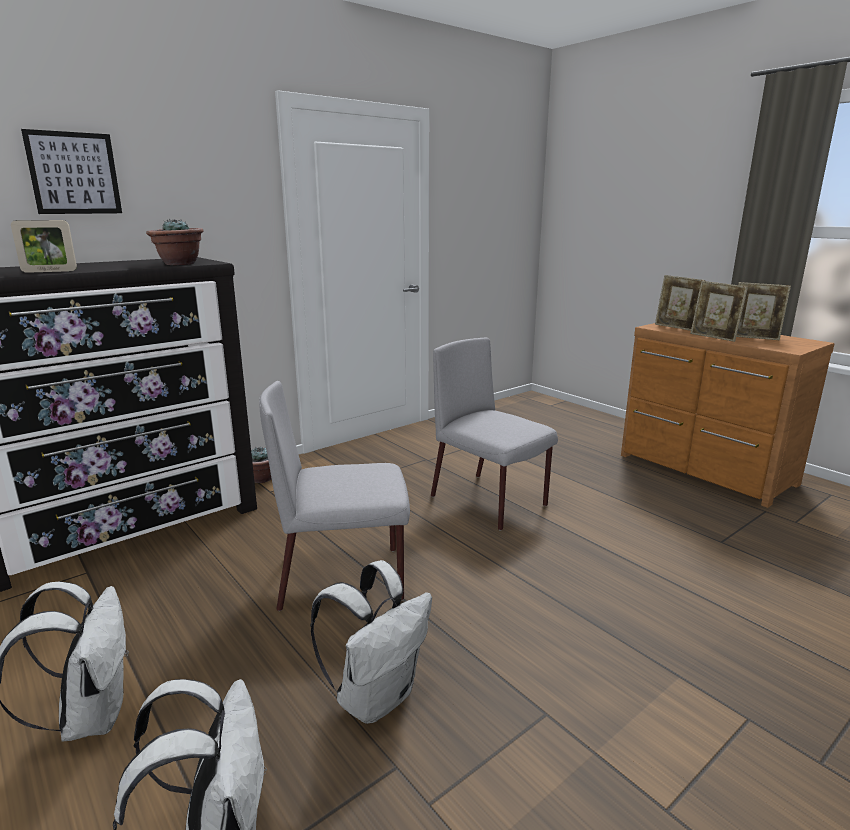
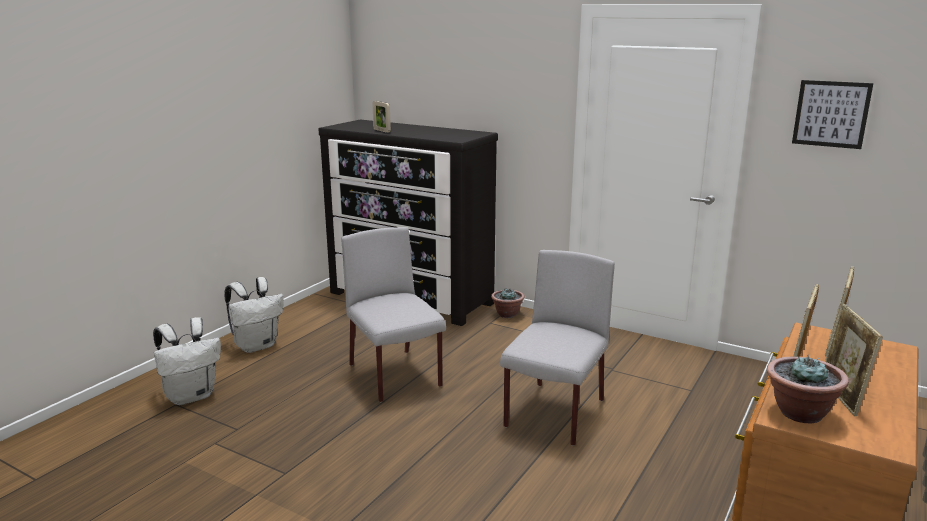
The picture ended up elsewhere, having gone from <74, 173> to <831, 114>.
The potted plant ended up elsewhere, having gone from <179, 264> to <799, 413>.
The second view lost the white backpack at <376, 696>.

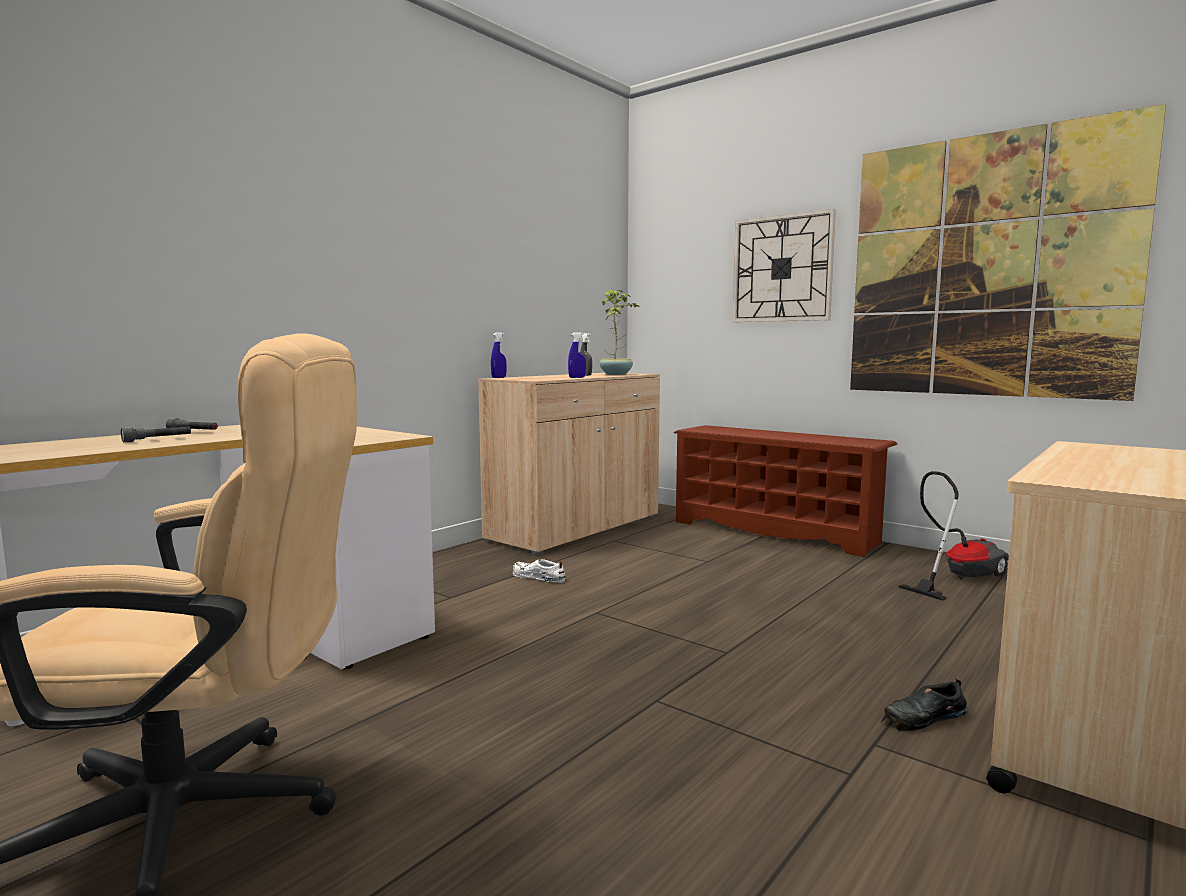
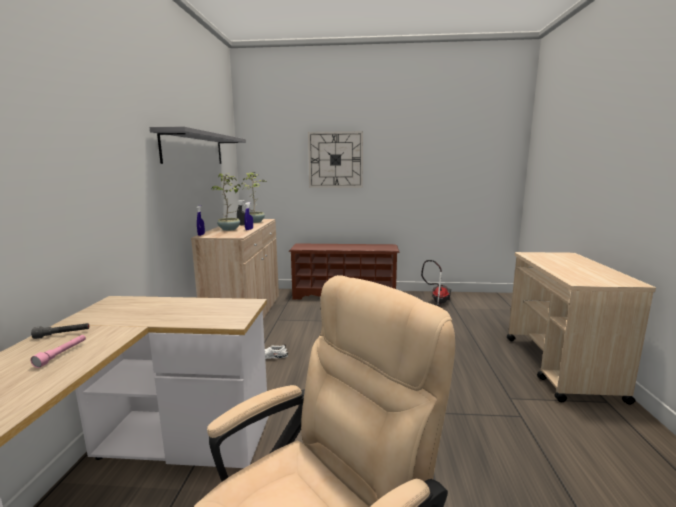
The second view lost the picture at <986, 267>.
What was the grey flashlight at <157, 440> turned into the pink flashlight at <62, 354>.
The second view lost the black shoe at <923, 717>.
The second view gained the grey shelf at <194, 149>.
The second view gained the potted plant at <230, 229>.

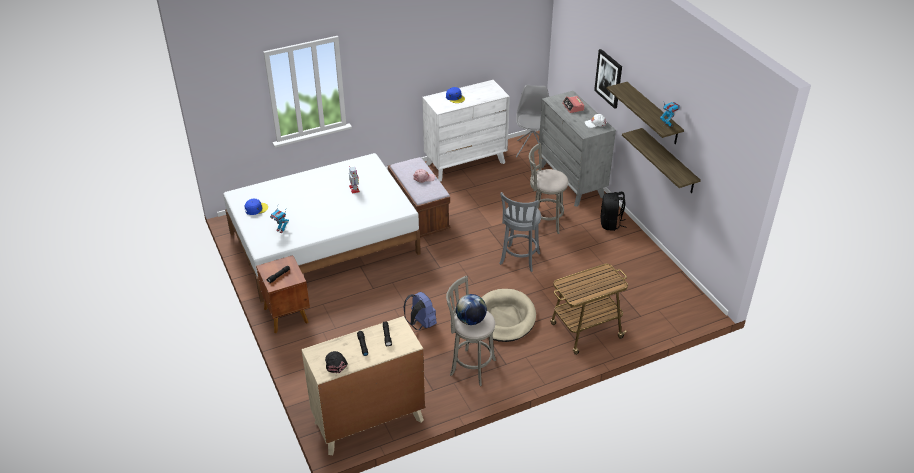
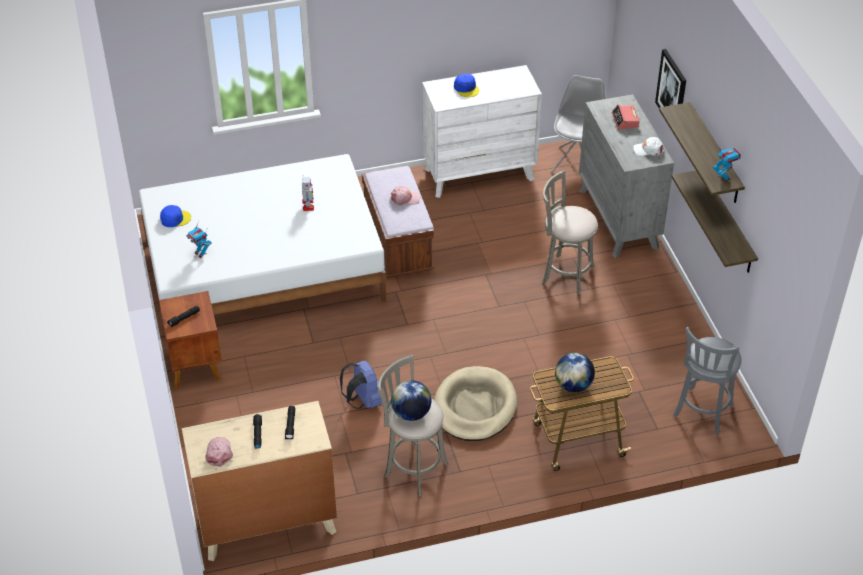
The grey stool ended up elsewhere, having gone from <519, 260> to <701, 413>.
The second view lost the black backpack at <610, 224>.
What was the black cap at <335, 363> turned into the pink cap at <219, 453>.
The second view gained the globe at <573, 385>.

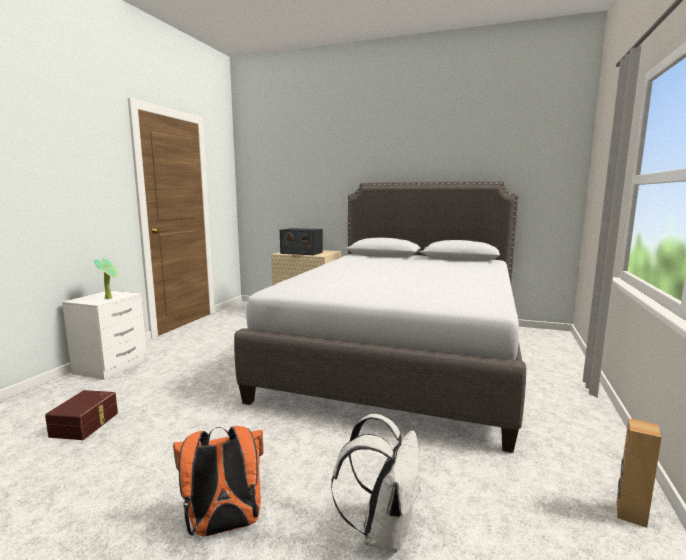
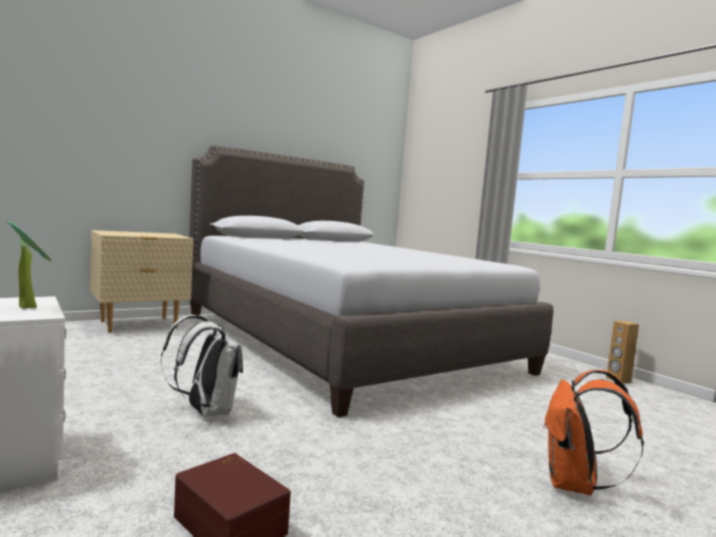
The second view lost the radio at <301, 253>.
The white backpack ended up elsewhere, having gone from <383, 530> to <205, 411>.

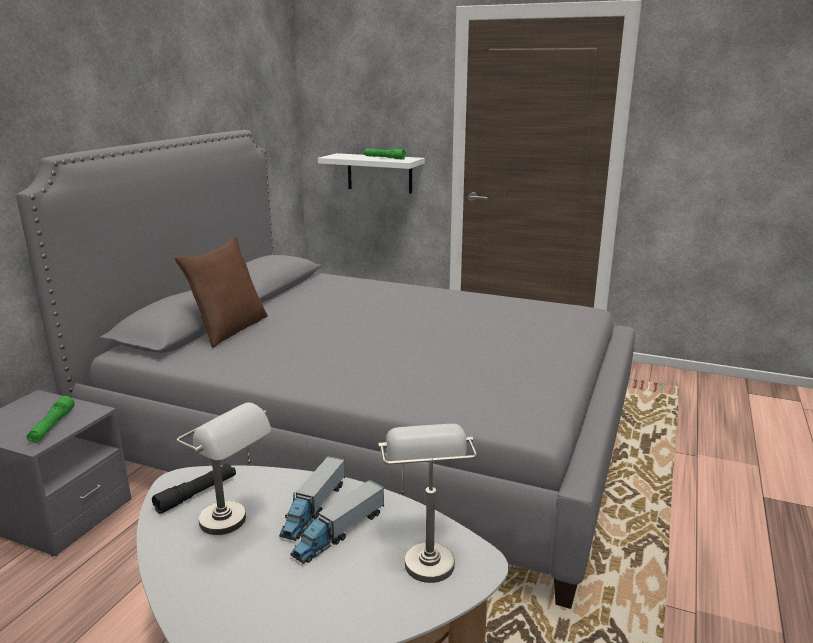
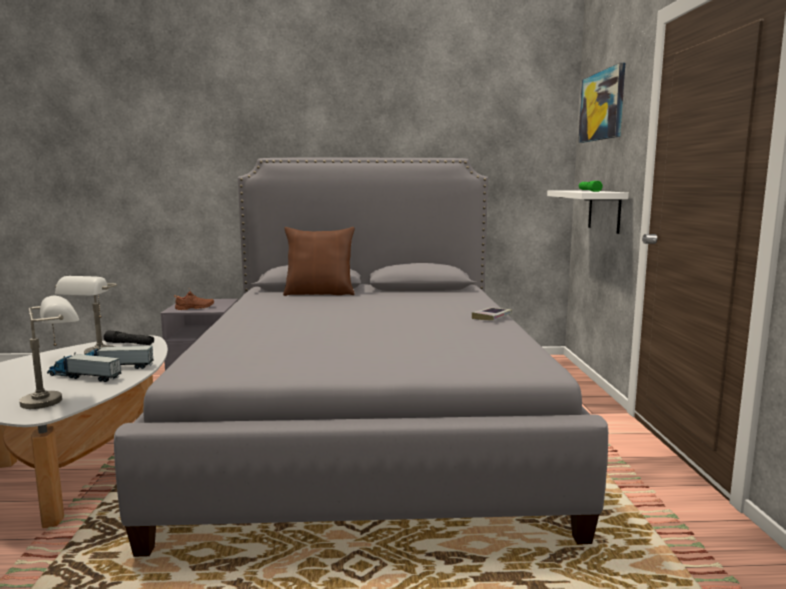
Where the green flashlight stood at <52, 426>, the brown shoe came to stand at <195, 308>.
The second view gained the picture at <602, 106>.
The second view gained the book at <492, 317>.

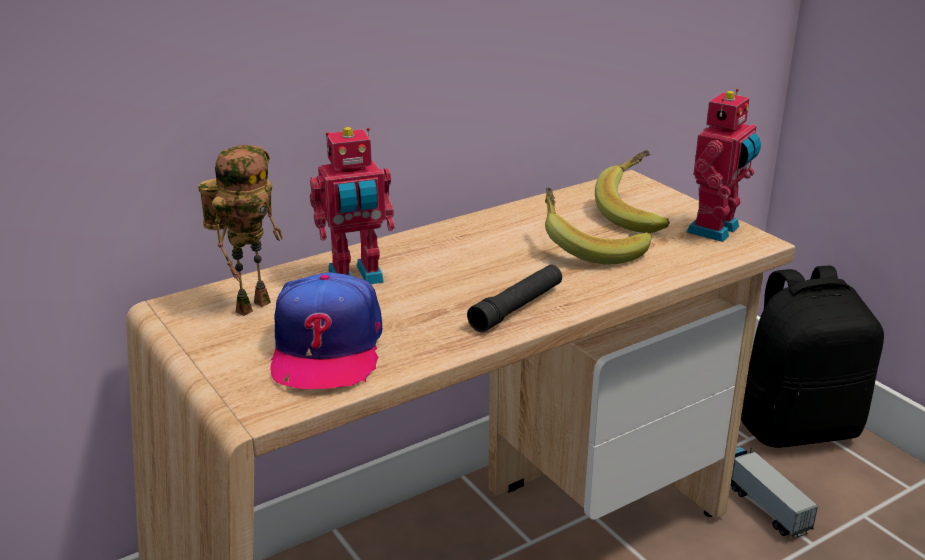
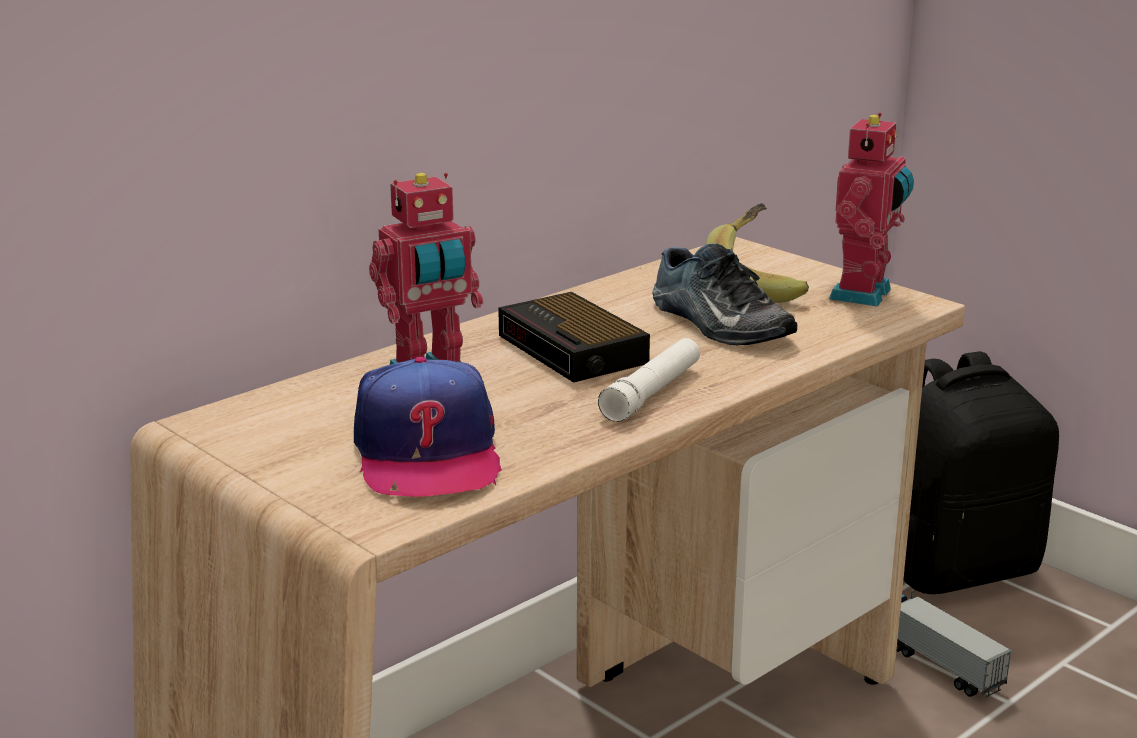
The second view lost the toy robot at <252, 304>.
Where the banana stood at <590, 248>, the shoe came to stand at <717, 324>.
What was the black flashlight at <517, 307> turned into the white flashlight at <652, 393>.
The second view gained the alarm clock at <574, 350>.

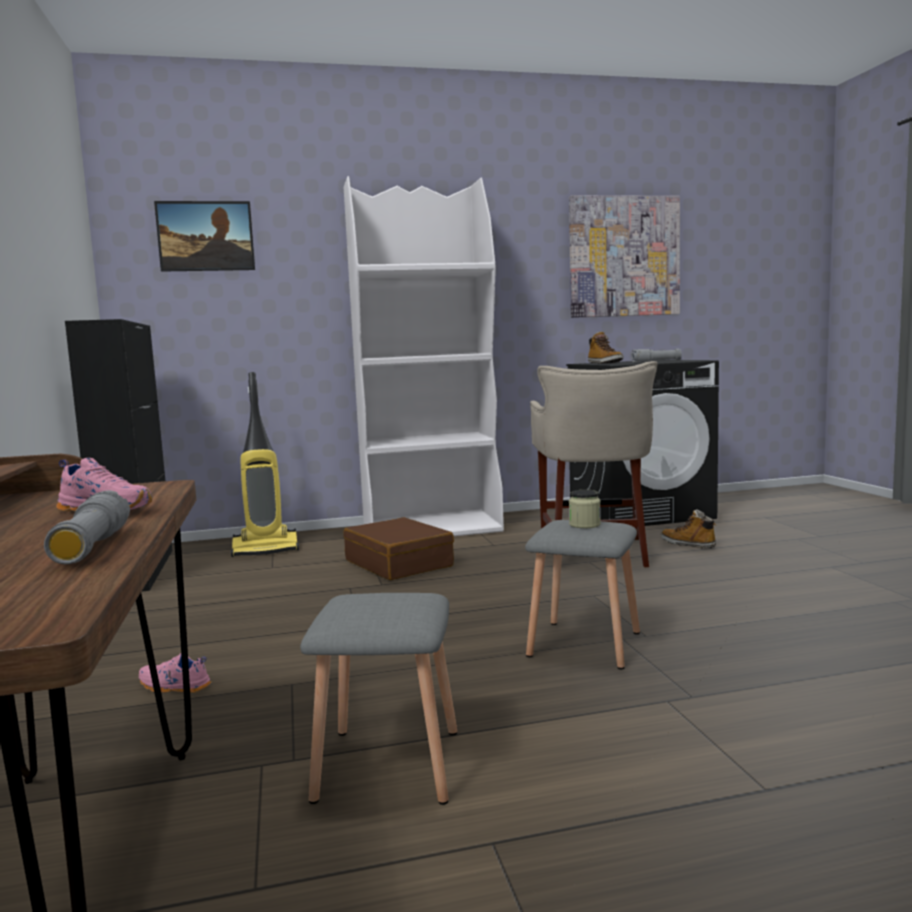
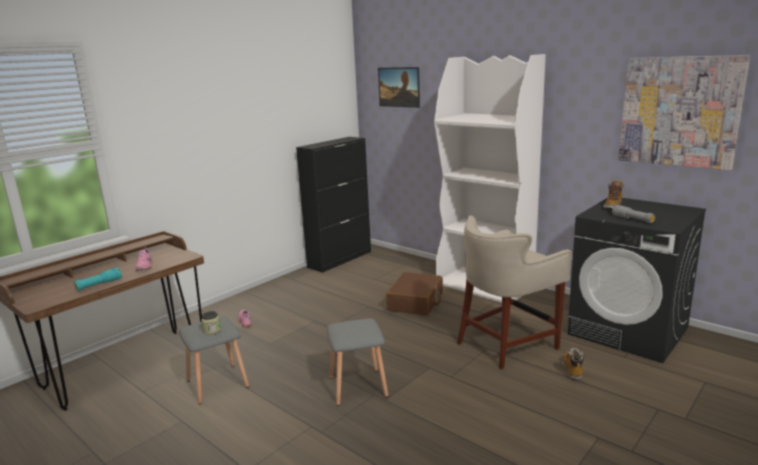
The second view lost the vacuum cleaner at <266, 549>.
What was the grey flashlight at <92, 547> turned into the turquoise flashlight at <99, 284>.
The jar ended up elsewhere, having gone from <584, 525> to <212, 330>.

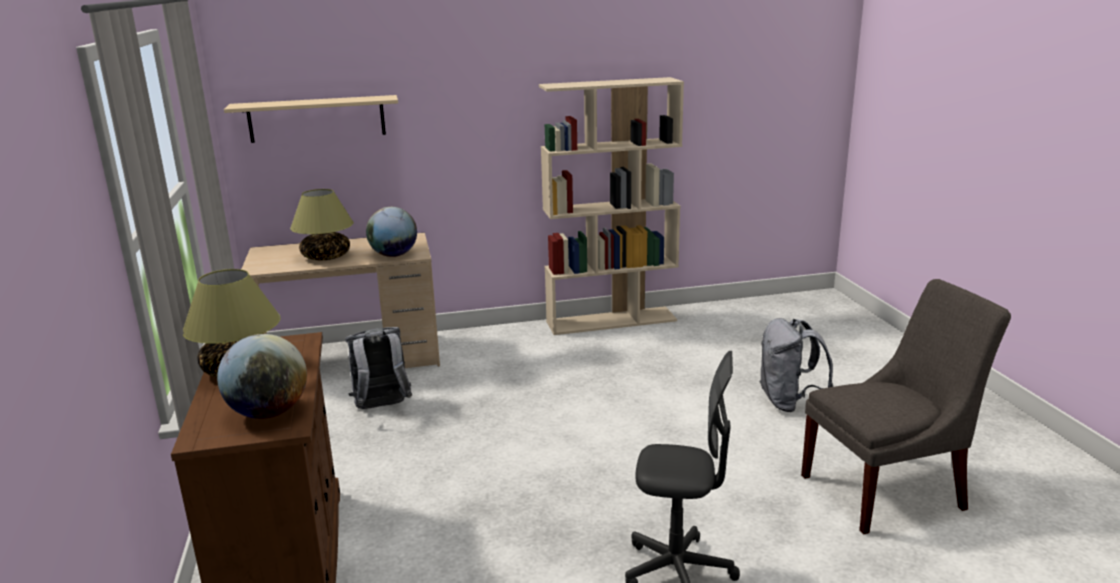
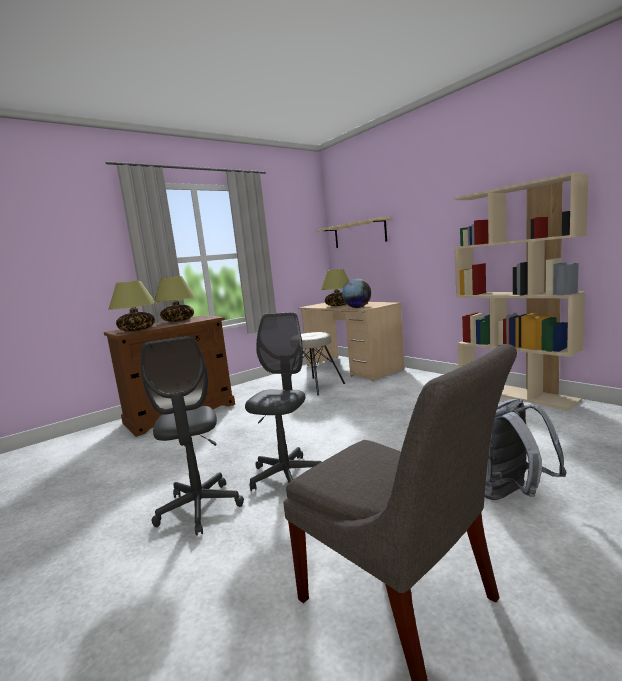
Where the grey backpack stood at <382, 408>, the beige stool came to stand at <315, 386>.
Where the globe stood at <269, 413>, the table lamp came to stand at <137, 329>.
The second view gained the grey office chair at <286, 476>.

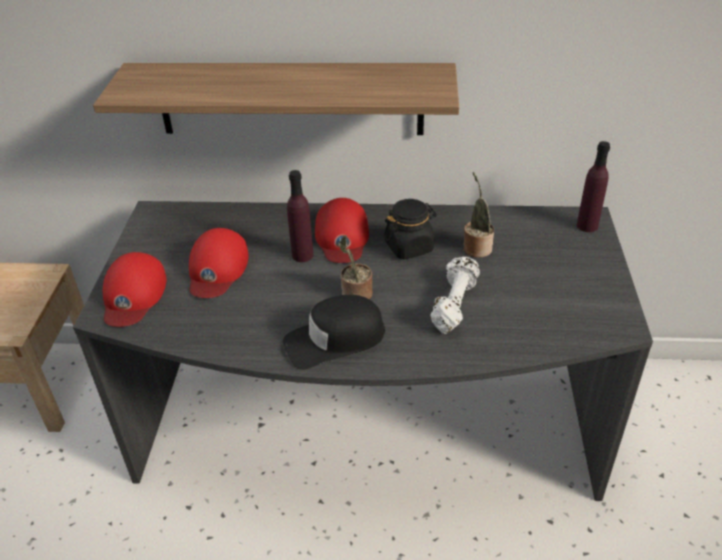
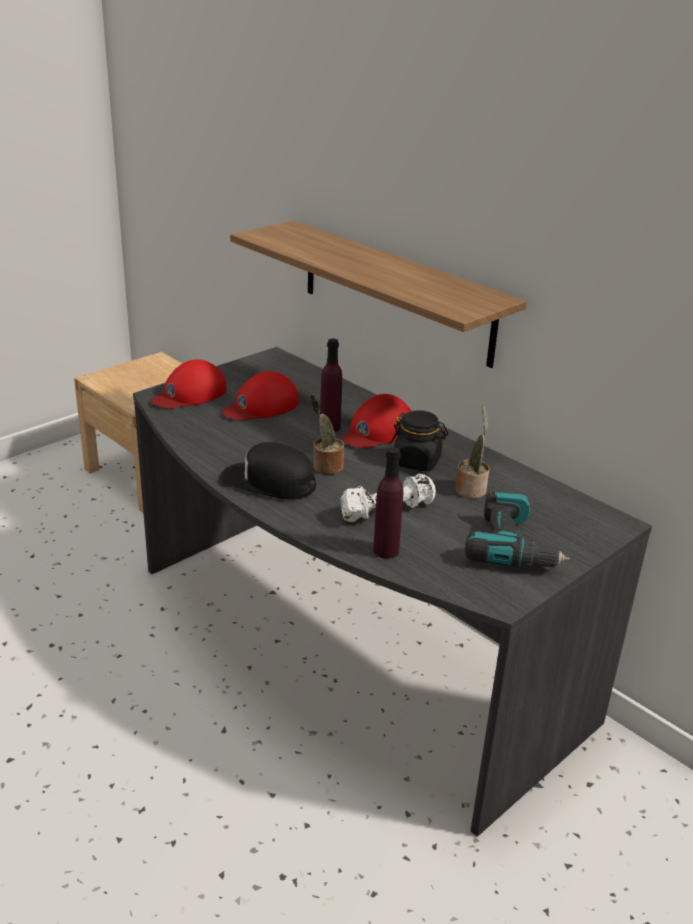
The purple bottle ended up elsewhere, having gone from <587, 226> to <386, 551>.
The second view gained the power drill at <513, 546>.

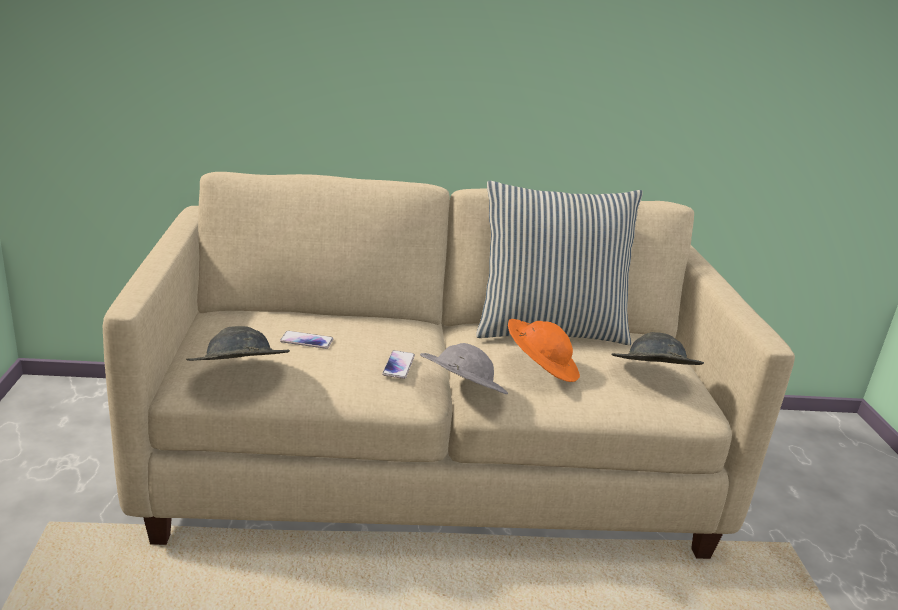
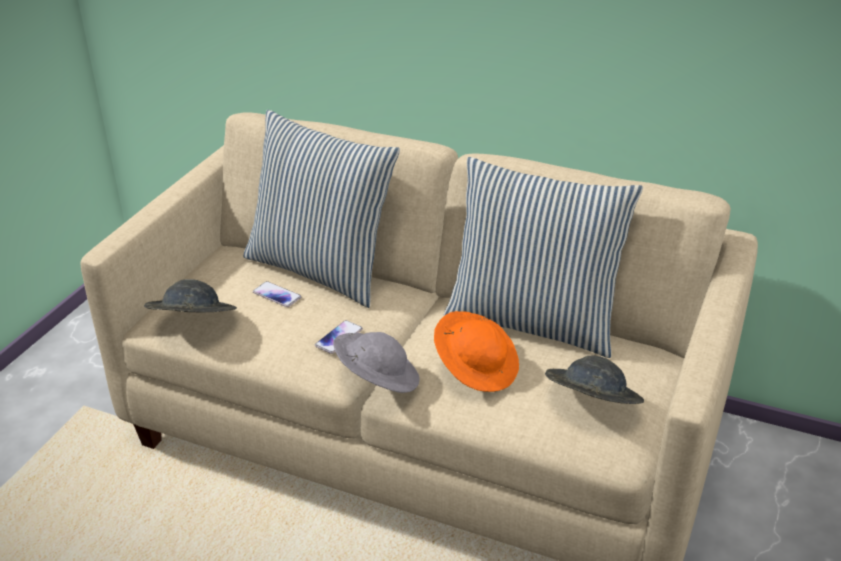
The second view gained the pillow at <321, 269>.

